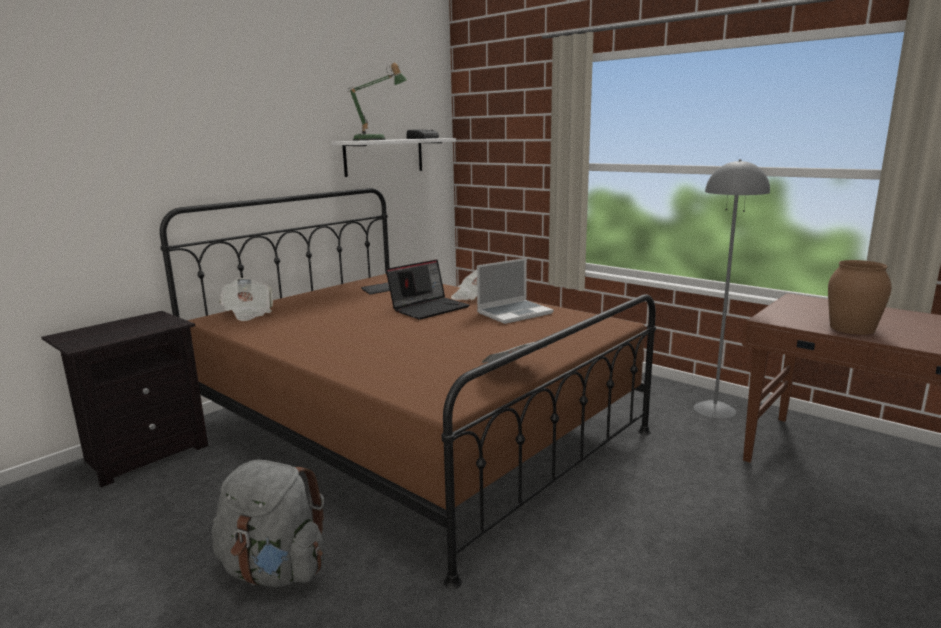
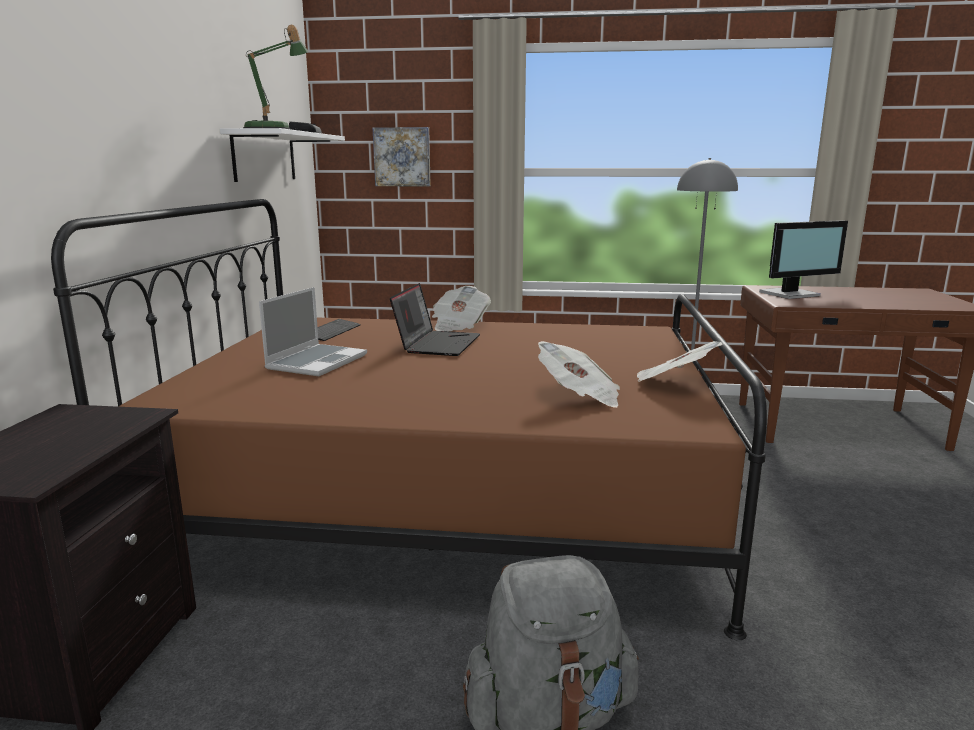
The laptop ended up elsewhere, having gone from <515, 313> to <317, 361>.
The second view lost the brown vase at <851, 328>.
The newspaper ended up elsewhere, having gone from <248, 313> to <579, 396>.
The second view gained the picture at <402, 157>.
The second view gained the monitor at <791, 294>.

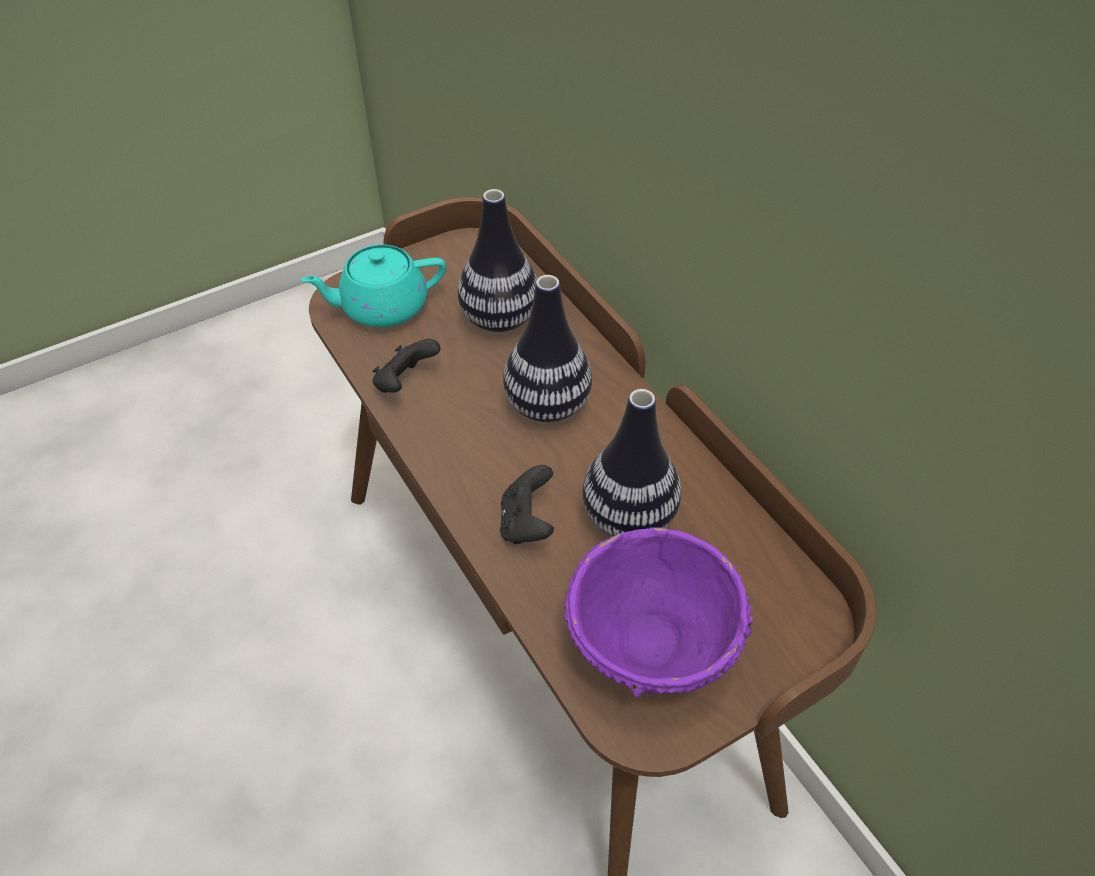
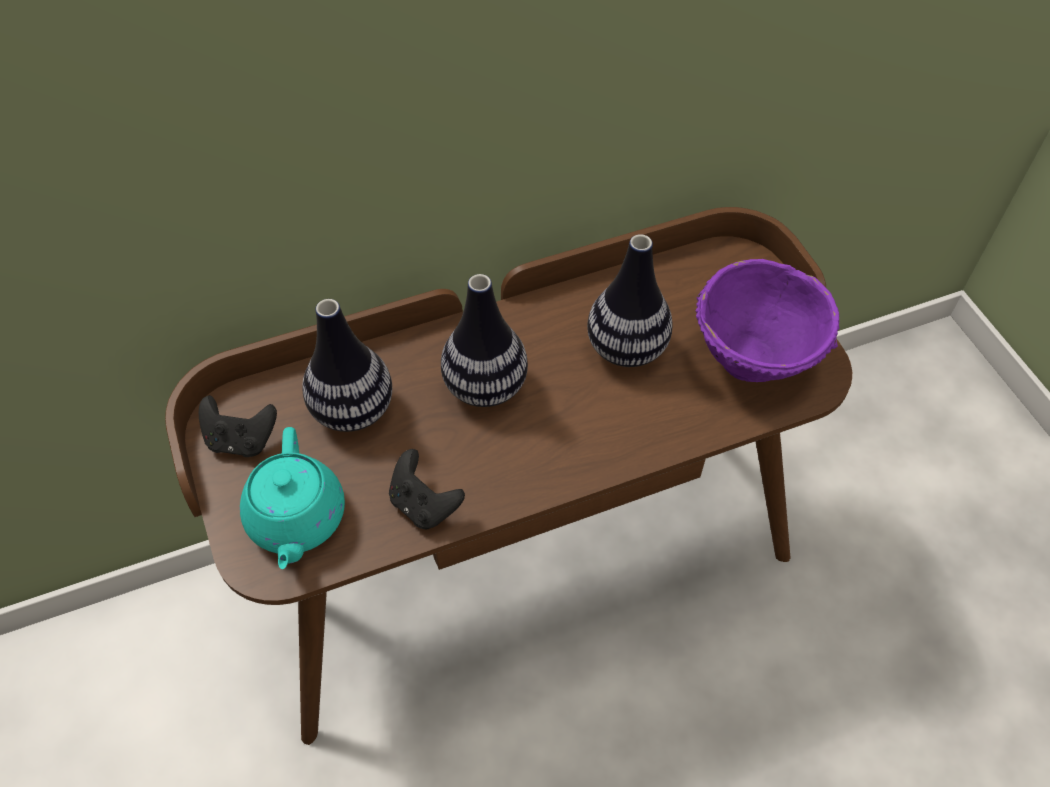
The black game controller ended up elsewhere, having gone from <527, 523> to <241, 440>.

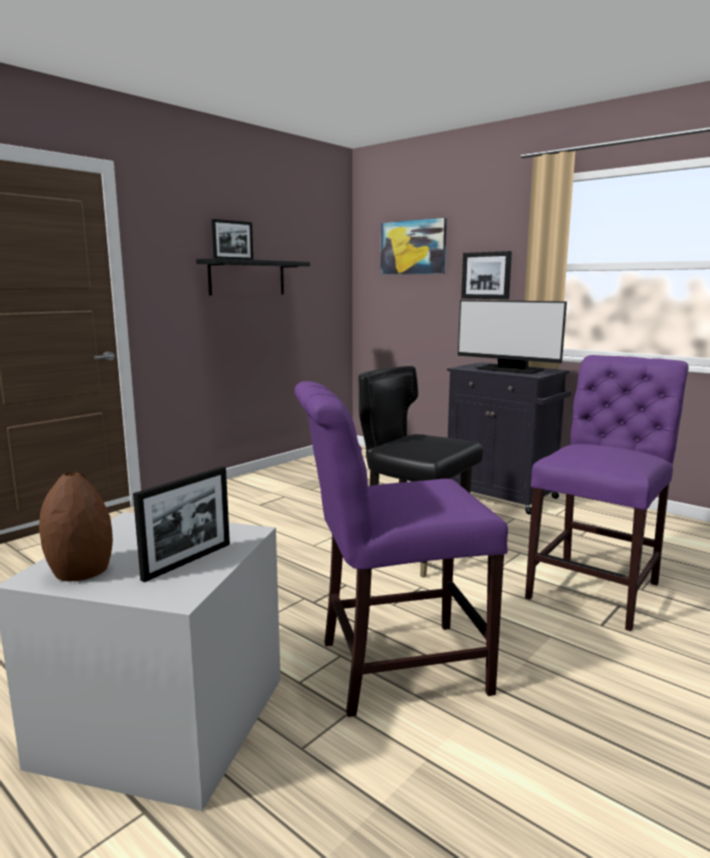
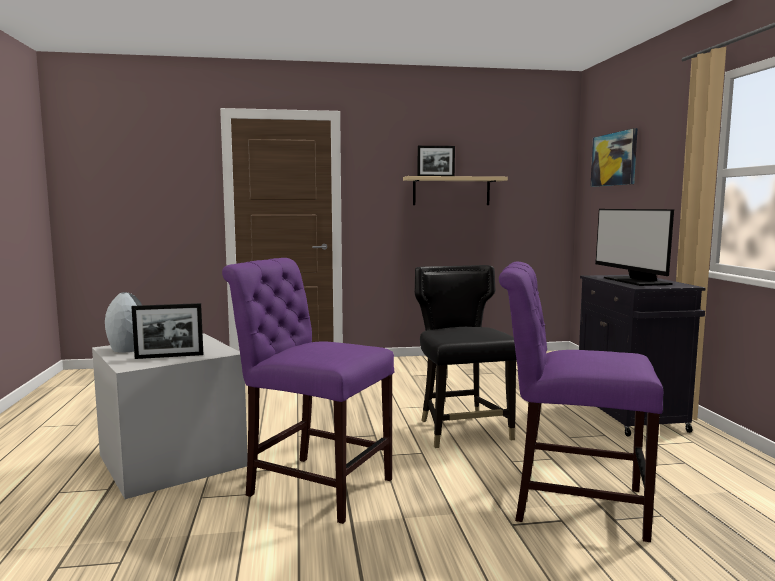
The second view lost the picture at <486, 275>.
What was the black shelf at <247, 278> turned into the beige shelf at <451, 191>.
The purple chair at <597, 587> ended up facing another way, 150 degrees counterclockwise from before.
What was the brown vase at <79, 571> turned into the grey vase at <127, 349>.

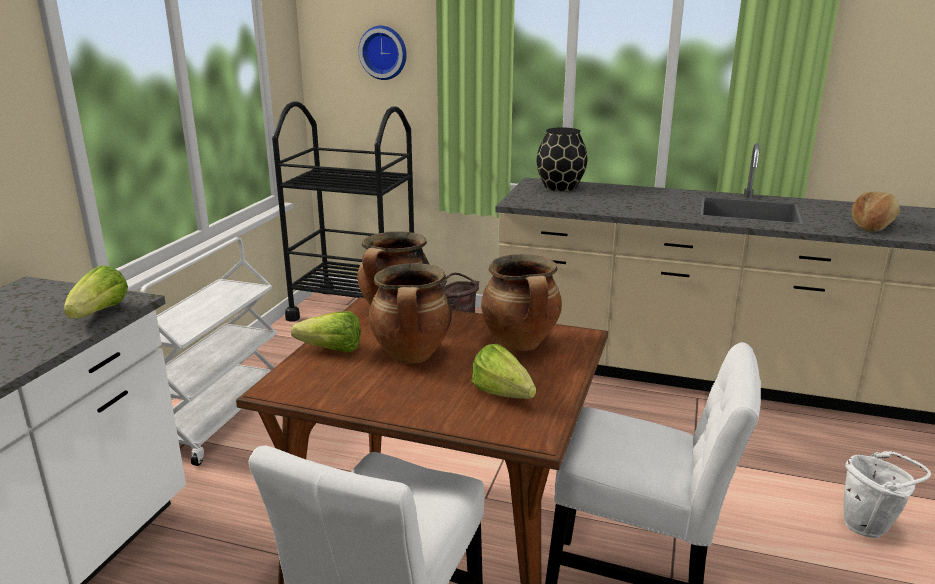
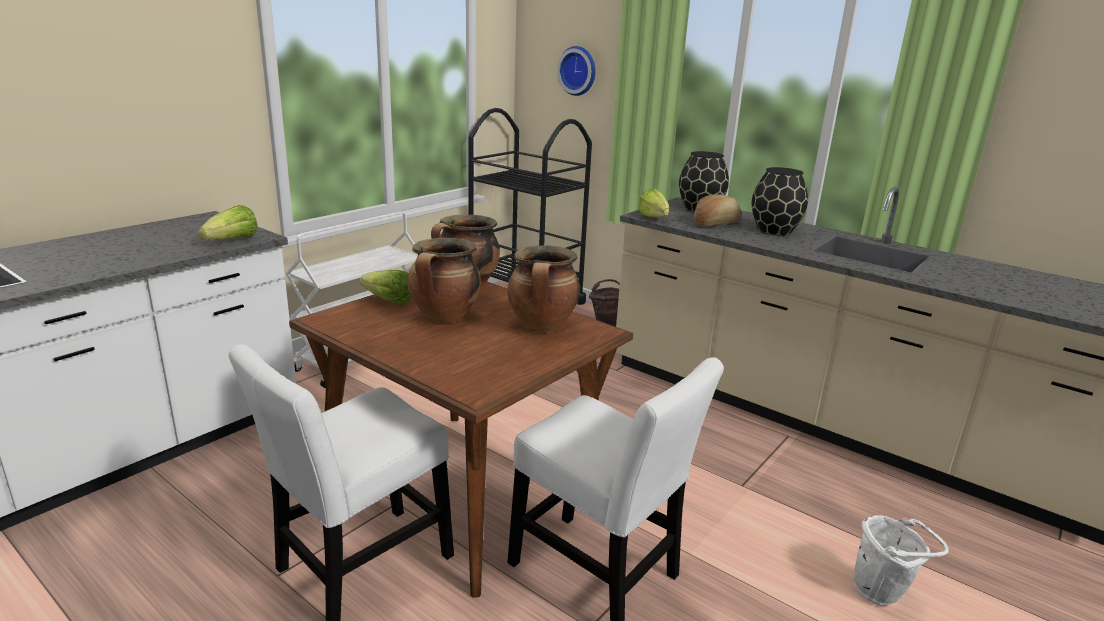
The bread ended up elsewhere, having gone from <873, 225> to <715, 224>.
The lettuce ended up elsewhere, having gone from <505, 397> to <655, 219>.
The second view gained the black vase at <774, 231>.

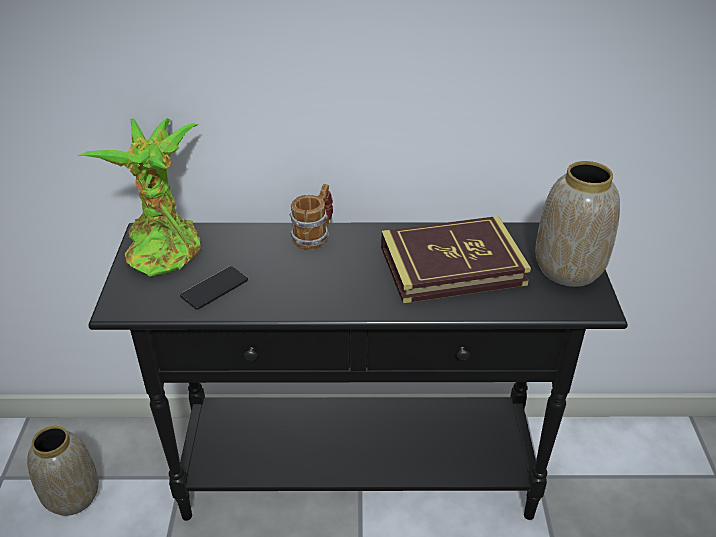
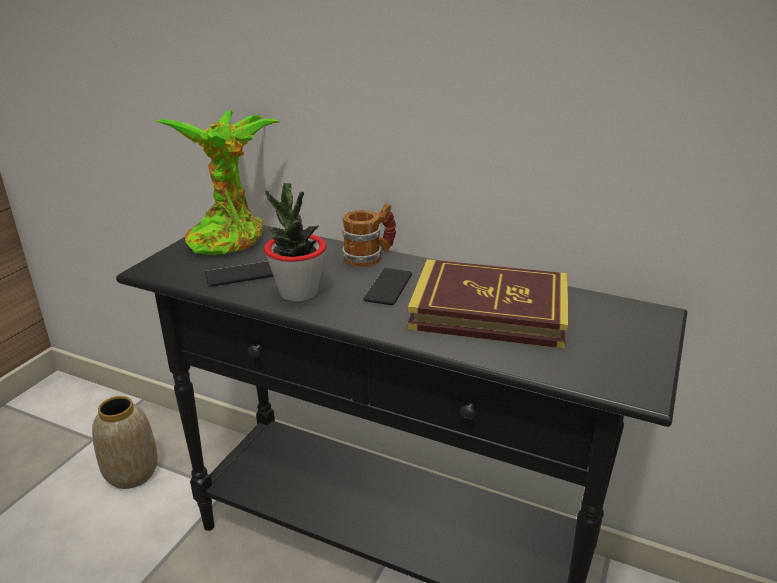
The second view lost the vase at <568, 269>.
The second view gained the potted plant at <298, 293>.
The second view gained the phone at <388, 287>.

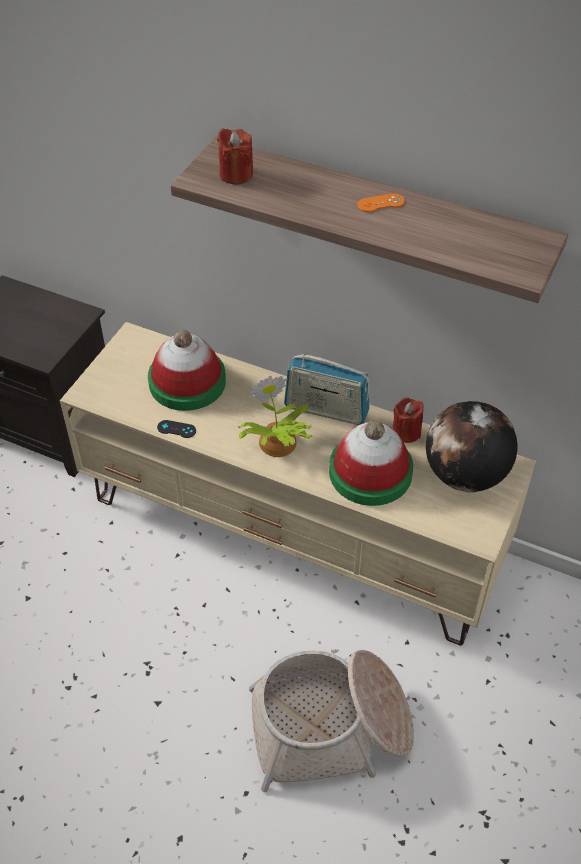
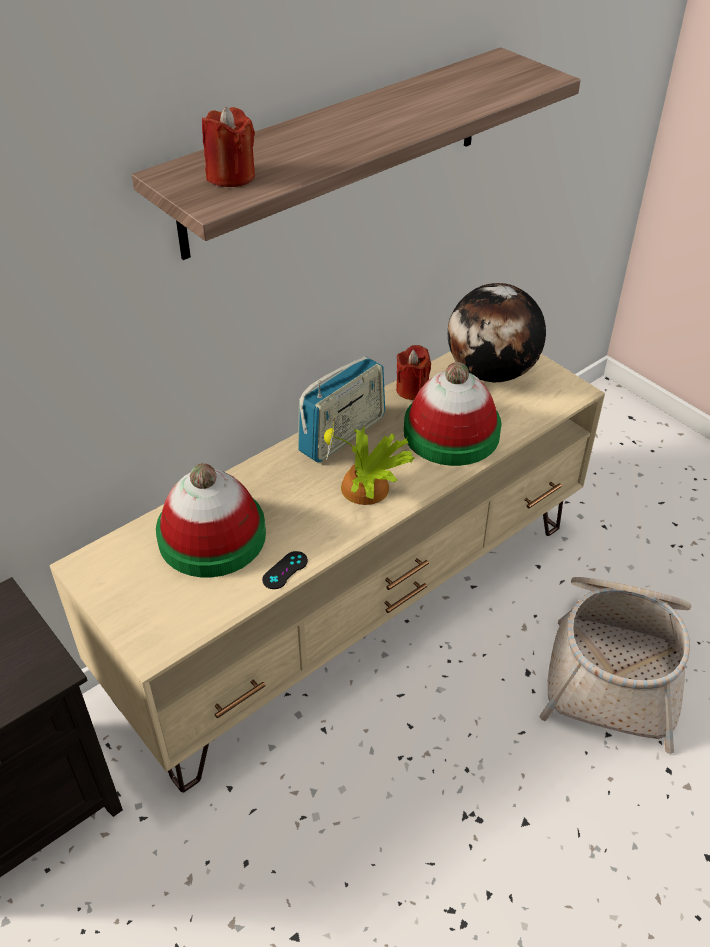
The second view lost the orange game controller at <381, 203>.

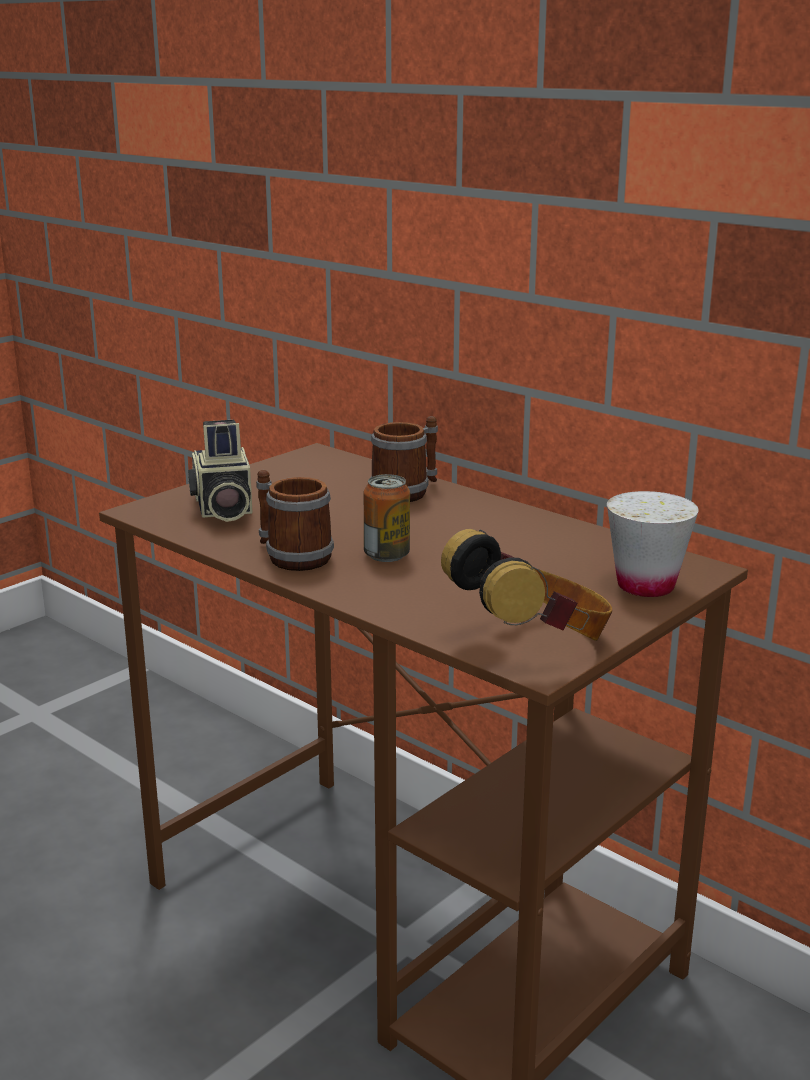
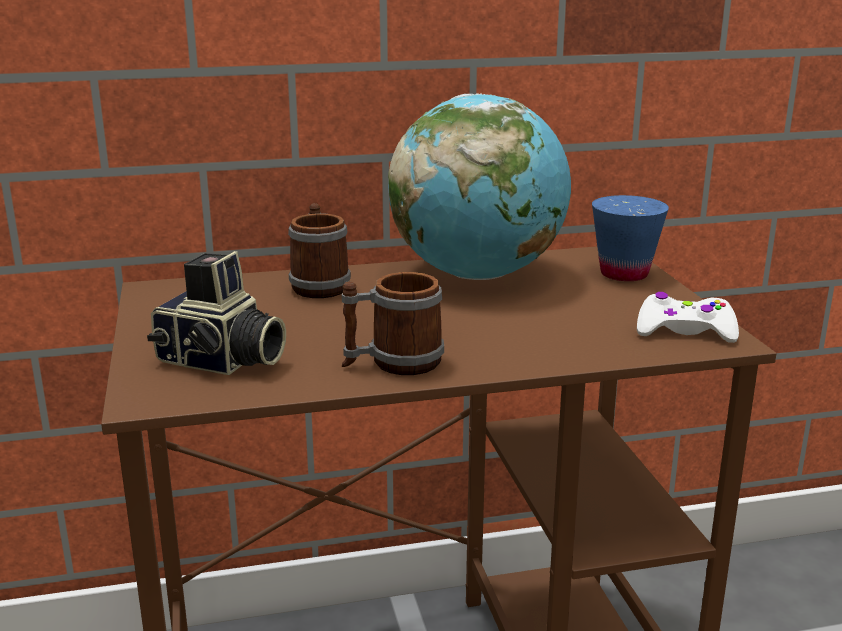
The second view lost the can at <387, 555>.
What was the white cup at <645, 586> turned into the blue cup at <624, 274>.
Where the headphones stood at <532, 642>, the white game controller came to stand at <685, 331>.
The second view gained the globe at <477, 275>.

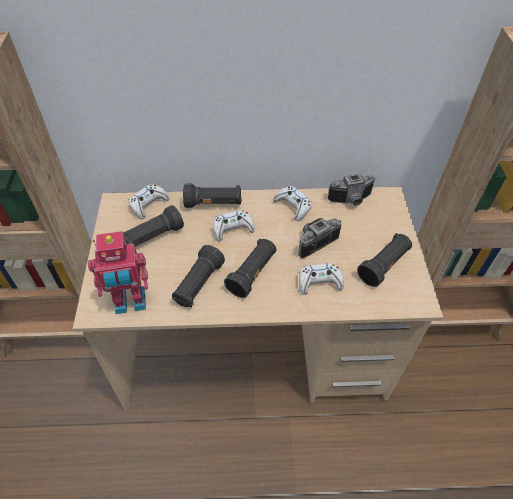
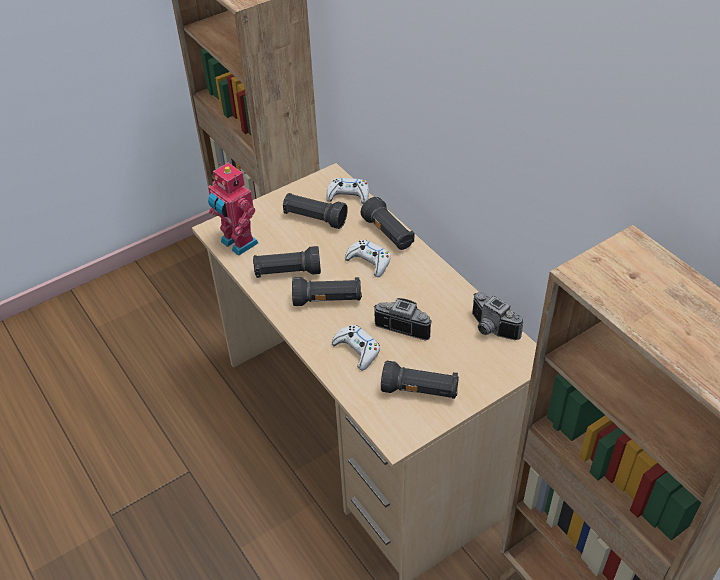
The second view lost the white game controller at <293, 206>.

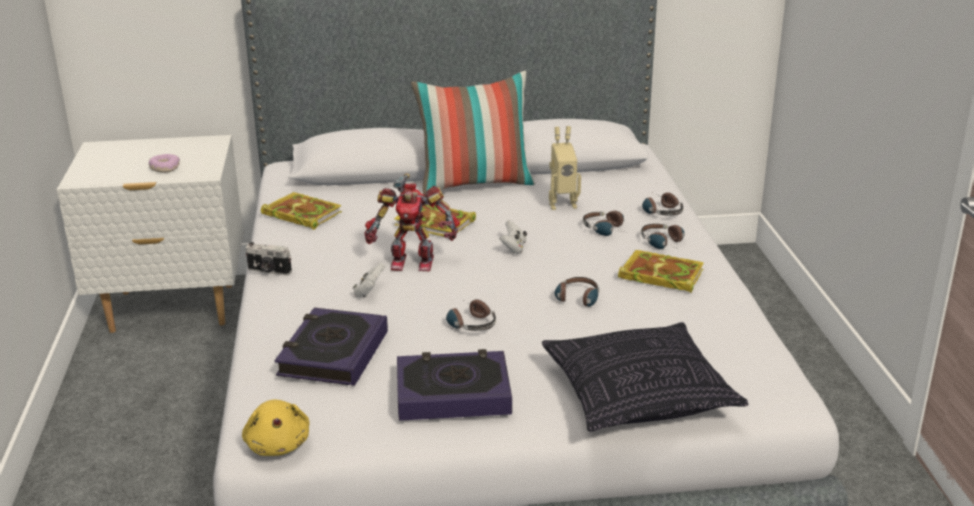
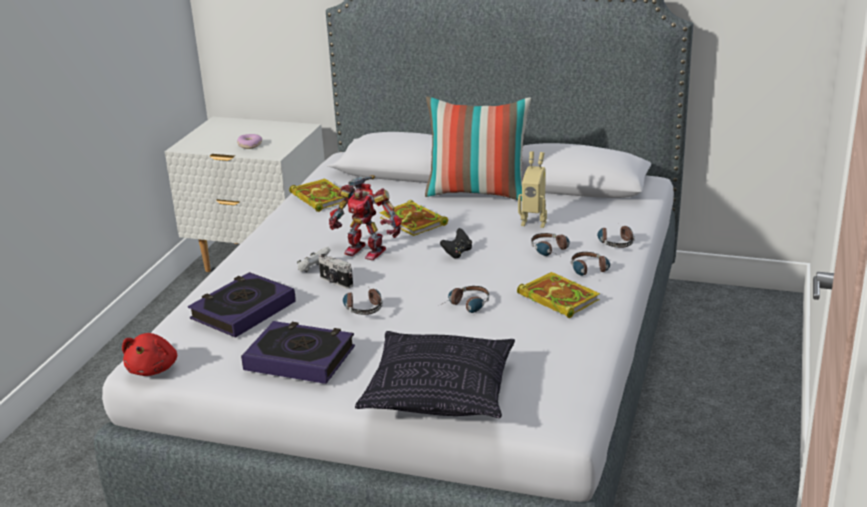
What was the white game controller at <513, 248> turned into the black game controller at <457, 253>.
The photo camera ended up elsewhere, having gone from <269, 271> to <335, 282>.
What was the yellow plush toy at <278, 445> turned into the red plush toy at <153, 369>.

